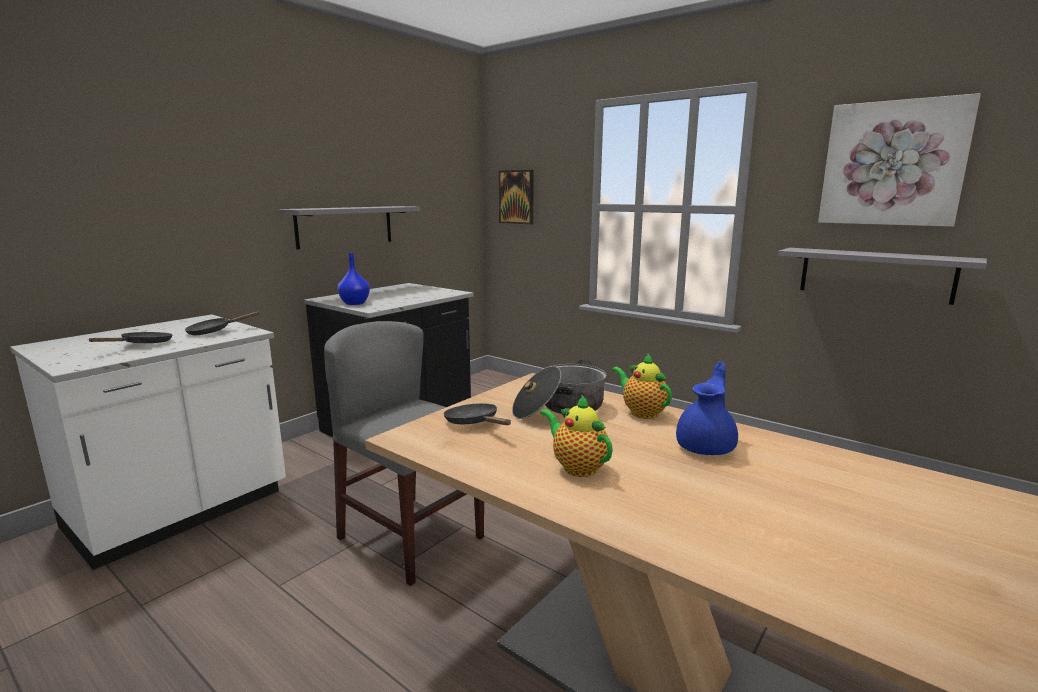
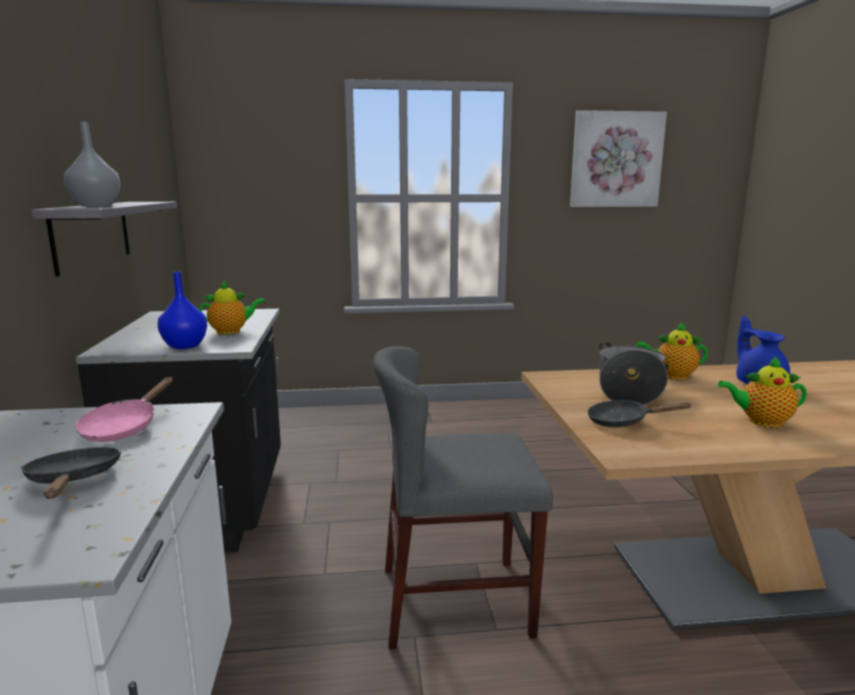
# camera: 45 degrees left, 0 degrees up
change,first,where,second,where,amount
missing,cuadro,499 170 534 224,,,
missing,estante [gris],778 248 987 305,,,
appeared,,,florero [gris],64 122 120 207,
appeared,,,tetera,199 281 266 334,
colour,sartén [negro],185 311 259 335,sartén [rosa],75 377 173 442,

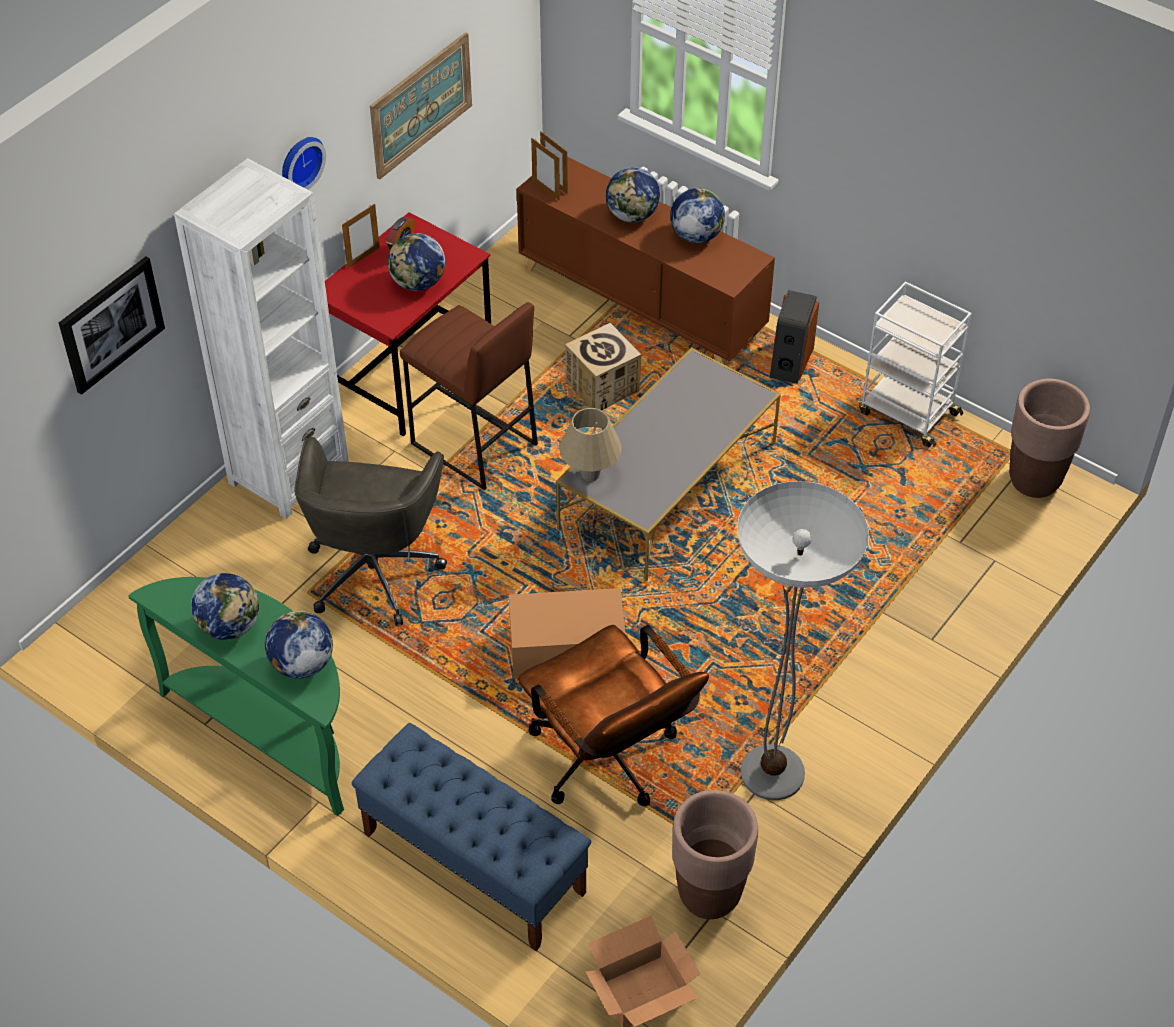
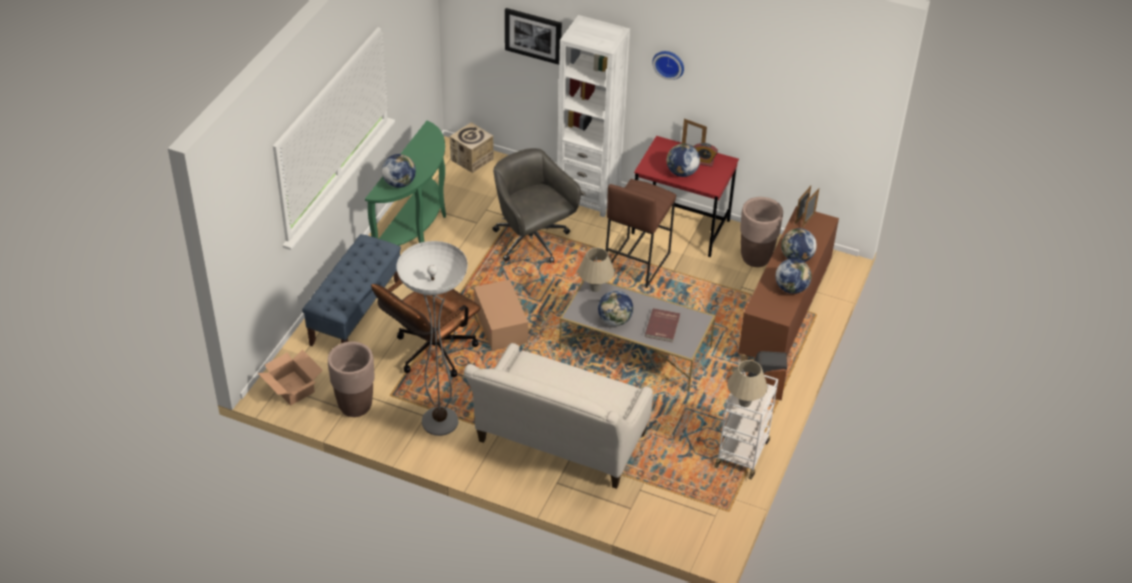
# camera: 75 degrees right, 5 degrees down
change,first,where,second,where,amount
missing,cuadro,370 32 472 179,,,
appeared,,,sofá [beis],464 343 653 489,
appeared,,,libro [rojo],645 308 680 342,
appeared,,,lámpara de mesa [beis],727 360 768 407,
relocated,globo terráqueo,191 573 259 640,,598 290 633 326,
relocated,caja de cartón,565 323 641 410,,450 122 494 173,
relocated,maceta [marrón],1009 379 1090 498,,740 197 783 267,
spun,silla de oficina [gris],294 437 447 626,,492 148 581 263,60 degrees clockwise

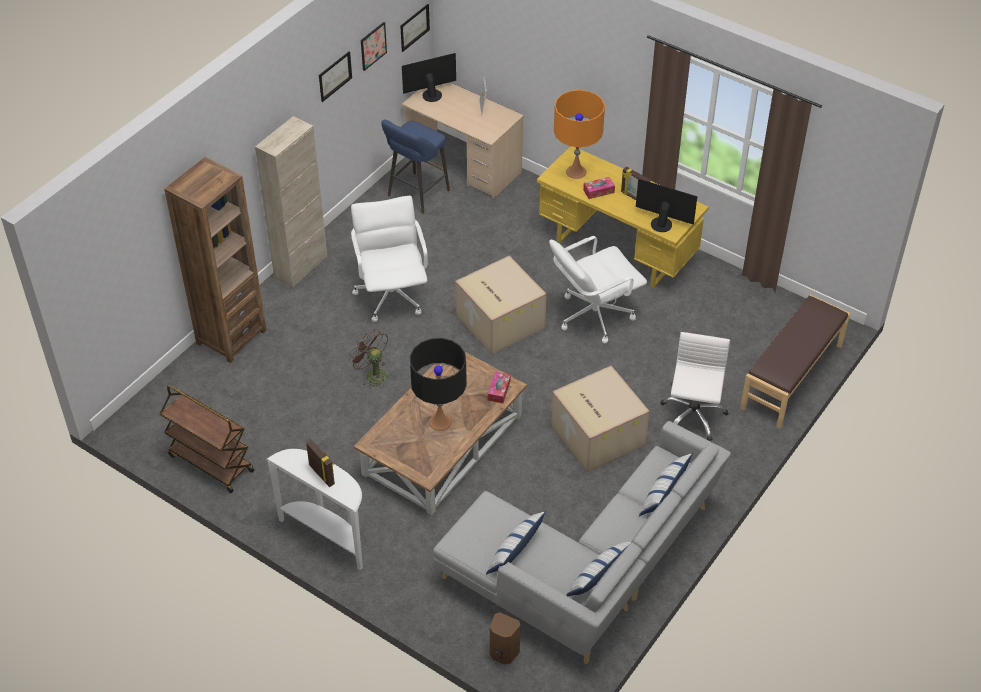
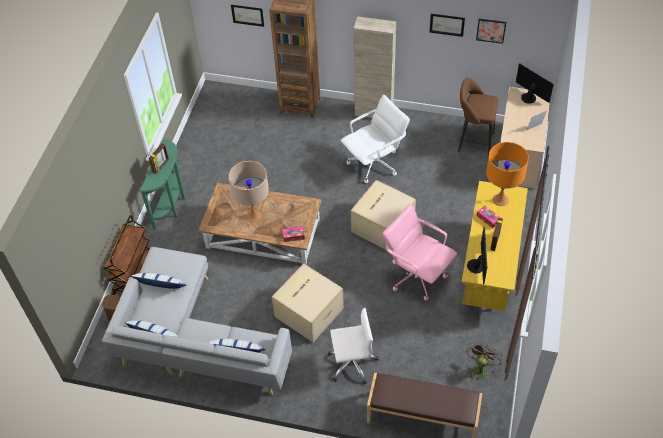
# camera: 70 degrees right, 5 degrees up
change,first,where,second,where,amount
relocated,carrito [marrón],160 385 254 493,,103 215 150 295,
relocated,ventilador [marrón],349 329 388 388,,466 342 502 382,
relocated,cuadro,400 4 430 52,,231 5 264 27,
colour,mesa consola [blanco],266 449 363 571,mesa consola [verde],140 139 185 230,
colour,taburete [azul],381 119 450 214,taburete [marrón],458 78 498 157,
colour,lámpara de mesa [negro],410 338 467 431,lámpara de mesa [beis],229 161 269 222,
colour,silla de oficina [blanco],549 236 647 344,silla de oficina [rosa],383 204 457 301,

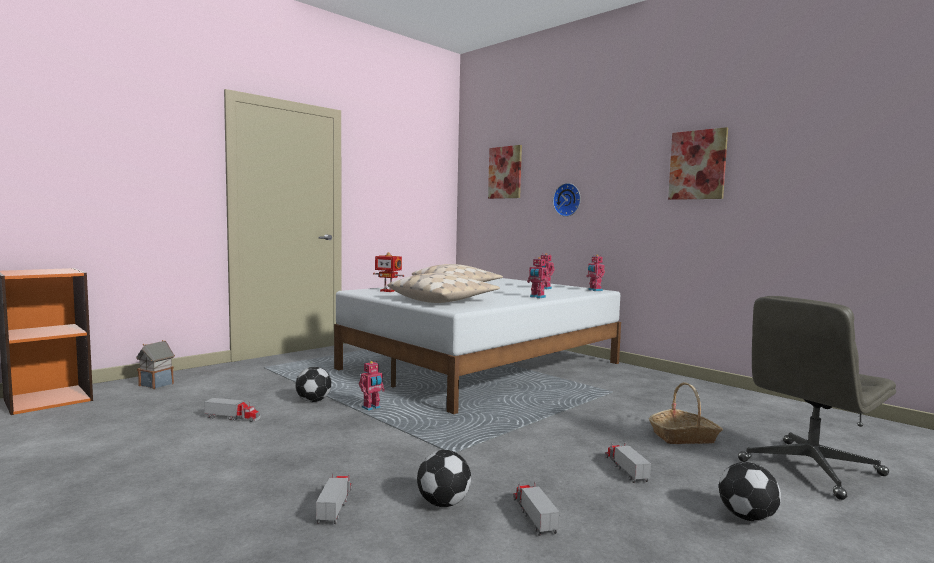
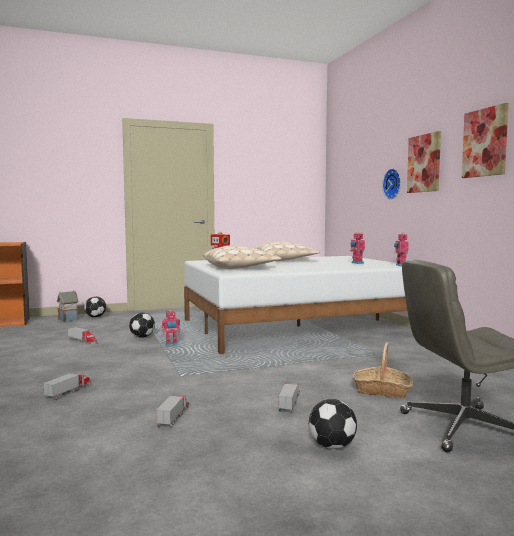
# camera: 25 degrees right, 0 degrees up
change,first,where,second,where,amount
missing,robot de juguete,527 257 549 298,,,
relocated,balón de fútbol,417 450 471 507,,84 297 106 317,
relocated,cuadro,488 145 522 199,,407 131 441 193,

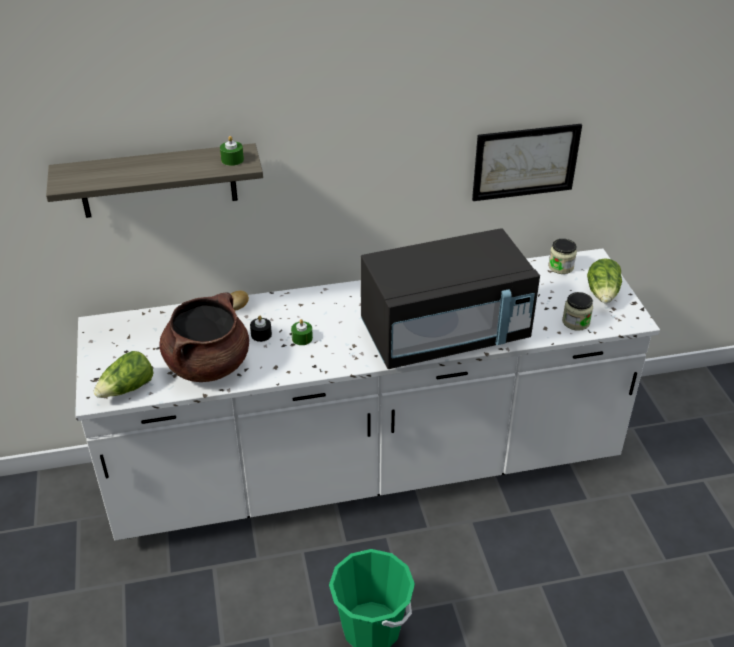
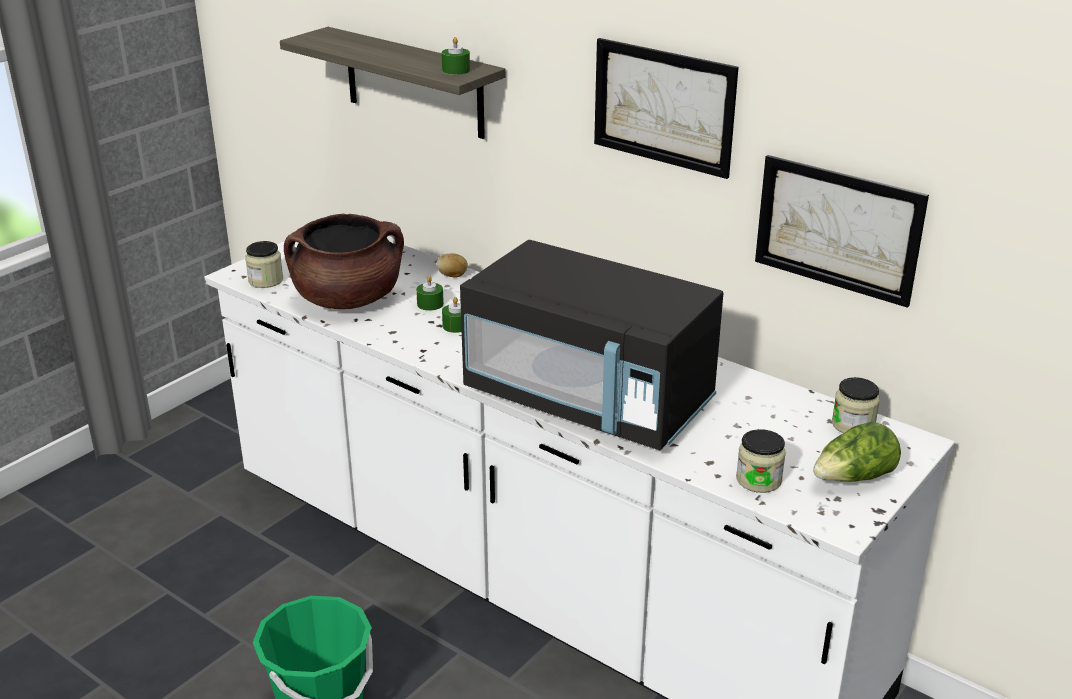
# camera: 50 degrees right, 10 degrees down
change,first,where,second,where,amount
appeared,,,cuadro,594 38 739 179,
exchanged,lechuga,93 351 153 398,tarro,245 241 283 288,
colour,vela [negro],250 316 272 342,vela [verde],416 276 444 311,

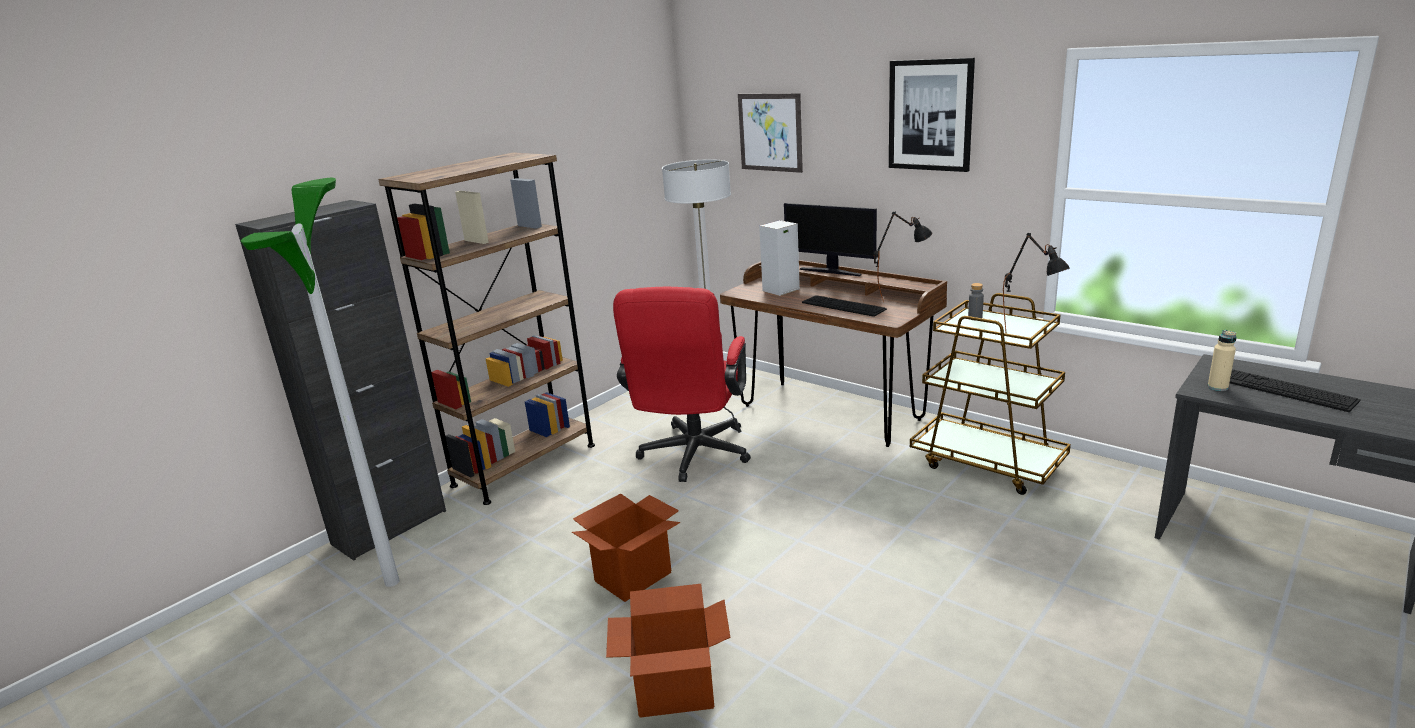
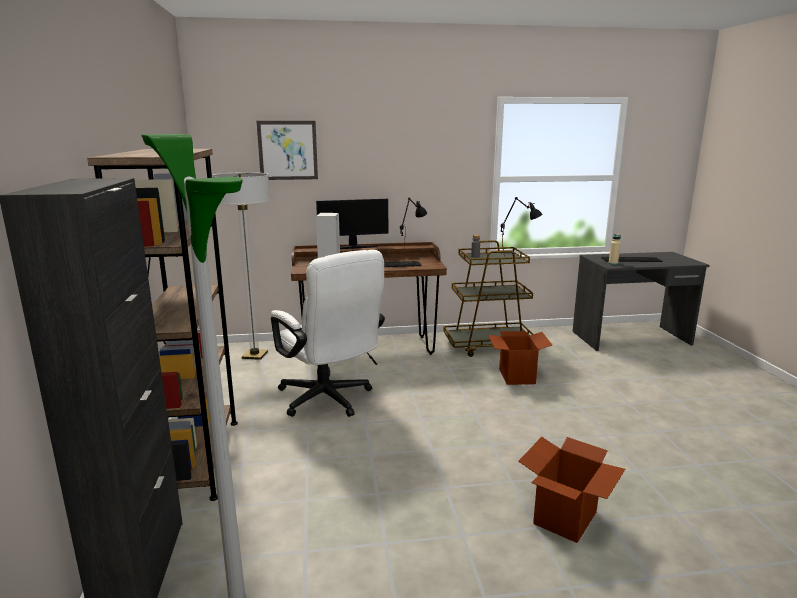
# camera: 50 degrees left, 5 degrees down
change,first,where,second,where,amount
missing,cuadro,889 58 975 172,,,
relocated,caja de cartón,572 493 680 602,,488 331 552 385,
colour,silla de oficina [rojo],613 287 751 482,silla de oficina [blanco],271 250 385 417,

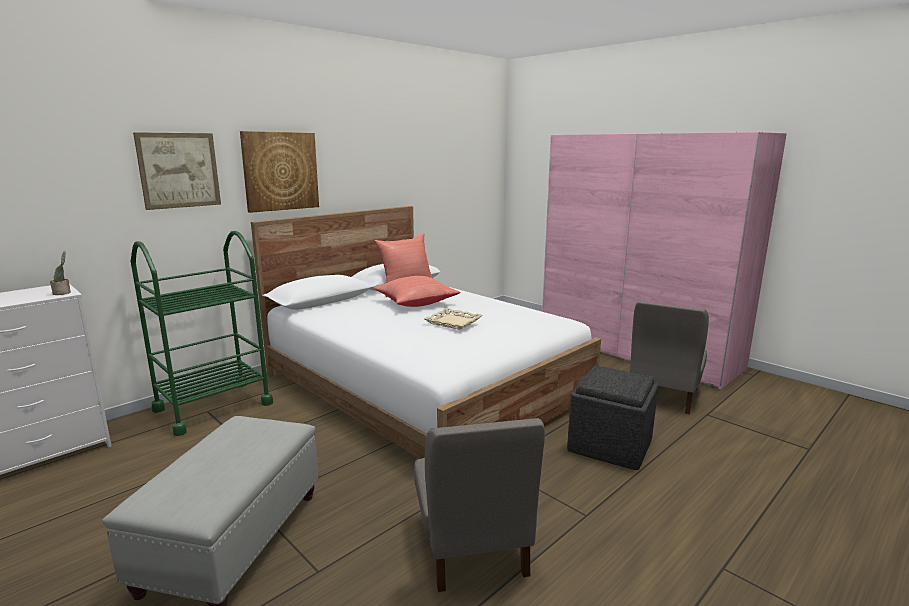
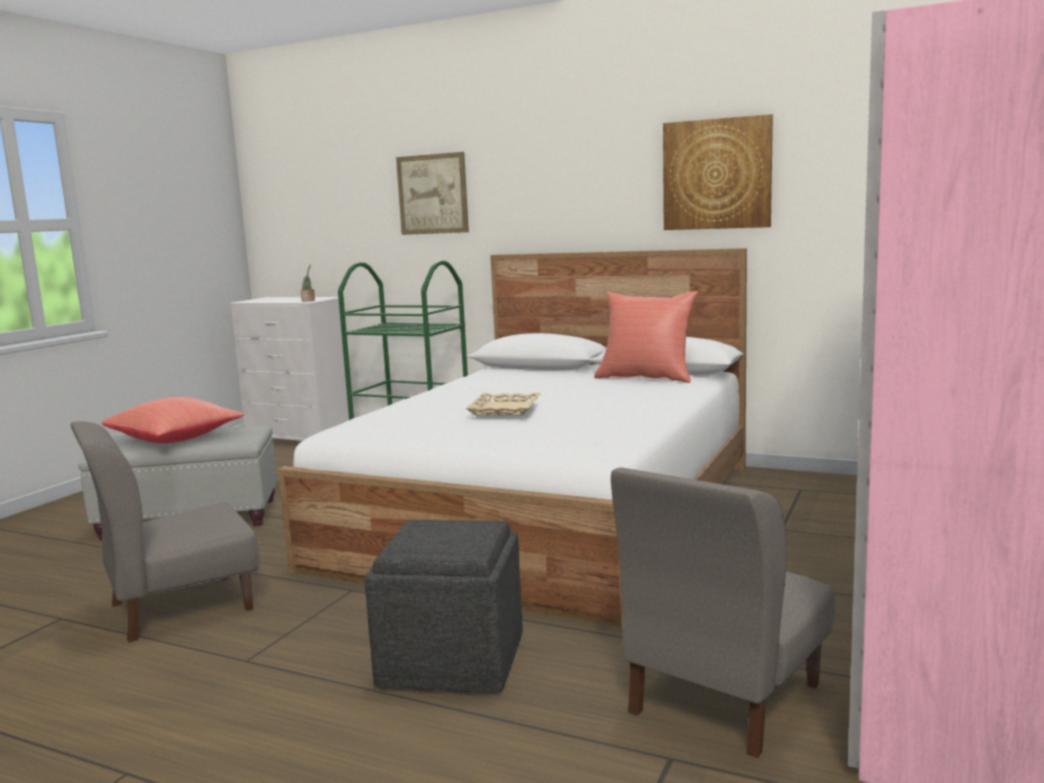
# camera: 70 degrees right, 5 degrees down
change,first,where,second,where,amount
relocated,cuadro,240 131 319 213,,663 114 773 230,
relocated,cojín [rojo],373 276 460 307,,102 397 244 443,
spun,silla [gris],630 301 709 414,,611 467 835 758,60 degrees counterclockwise

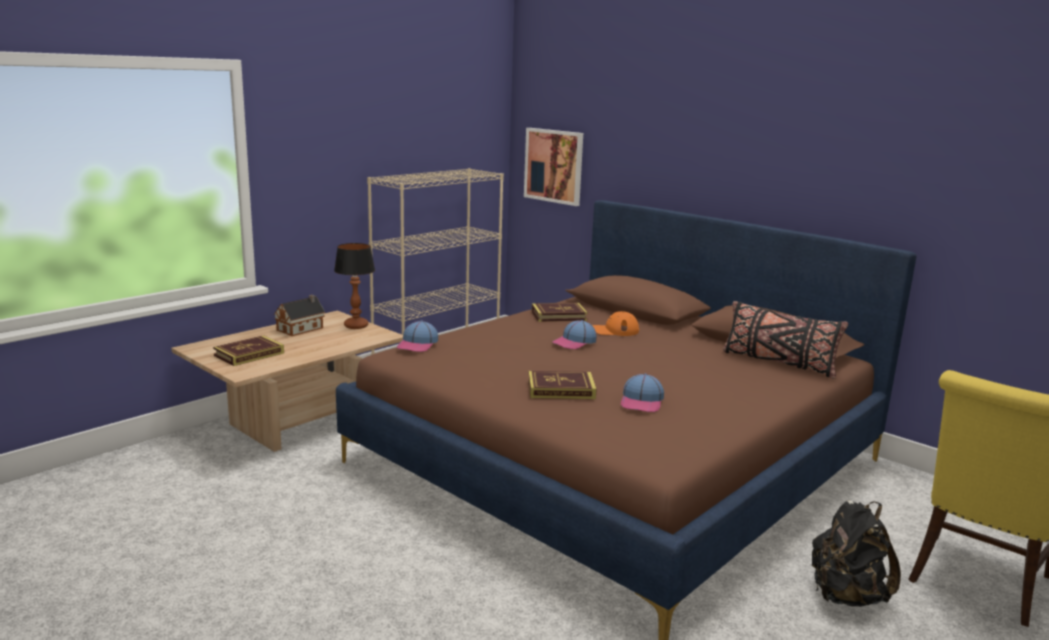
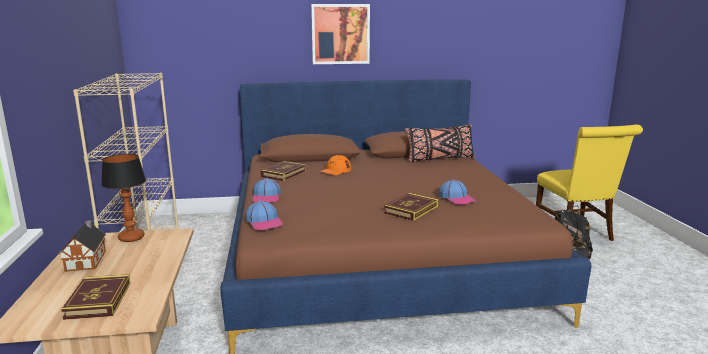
# camera: 50 degrees left, 0 degrees up
change,first,where,second,where,amount
relocated,cuadro,524 128 583 206,,311 4 370 64,
relocated,gorra,552 320 597 349,,252 178 281 202,

